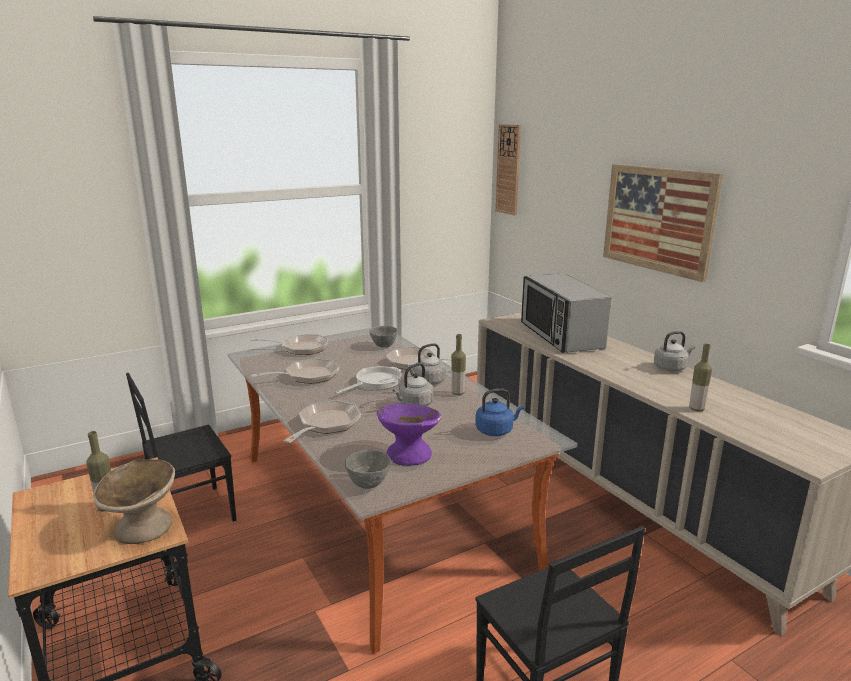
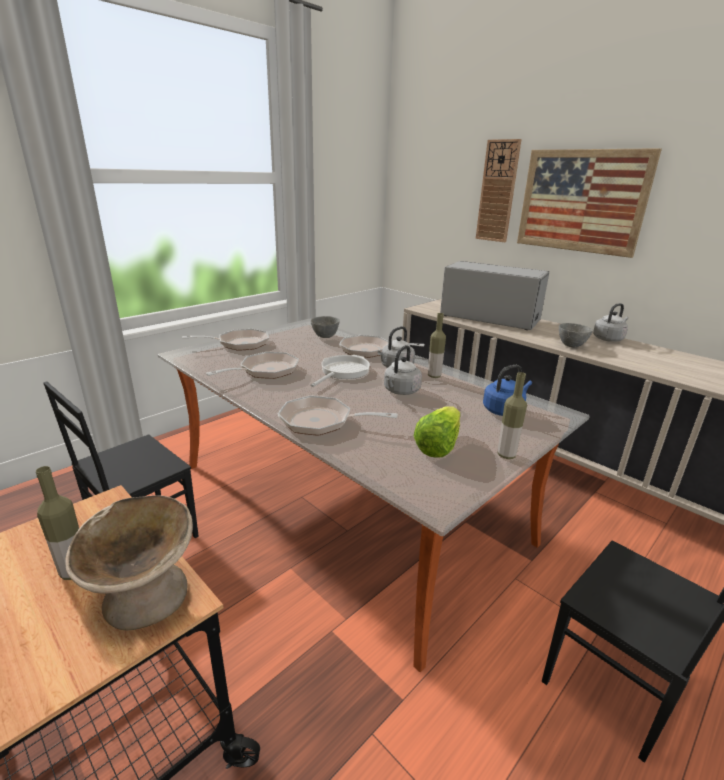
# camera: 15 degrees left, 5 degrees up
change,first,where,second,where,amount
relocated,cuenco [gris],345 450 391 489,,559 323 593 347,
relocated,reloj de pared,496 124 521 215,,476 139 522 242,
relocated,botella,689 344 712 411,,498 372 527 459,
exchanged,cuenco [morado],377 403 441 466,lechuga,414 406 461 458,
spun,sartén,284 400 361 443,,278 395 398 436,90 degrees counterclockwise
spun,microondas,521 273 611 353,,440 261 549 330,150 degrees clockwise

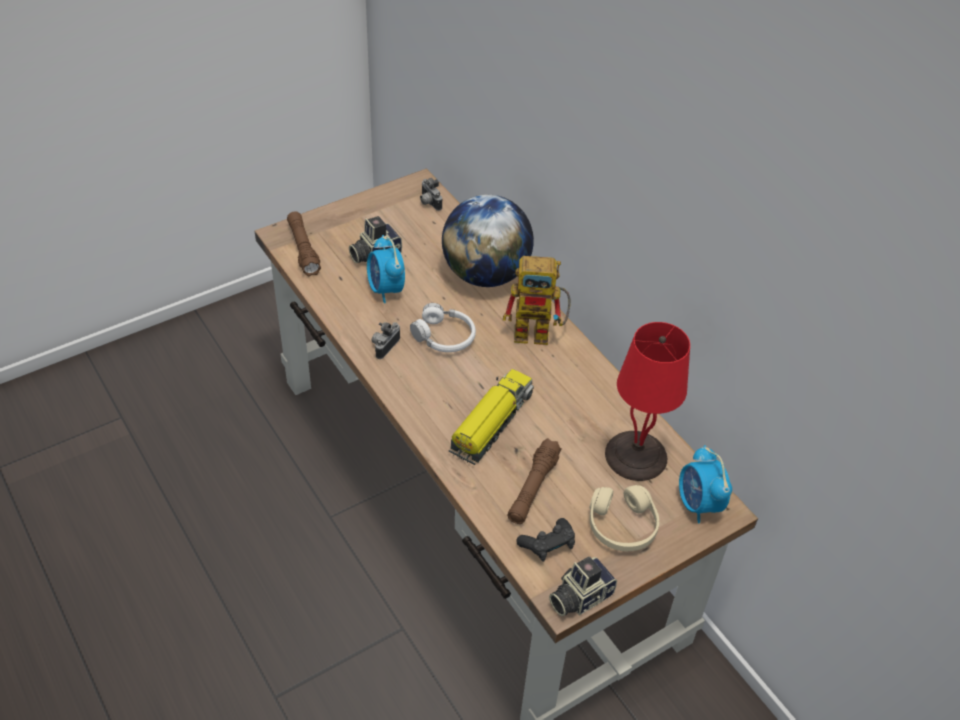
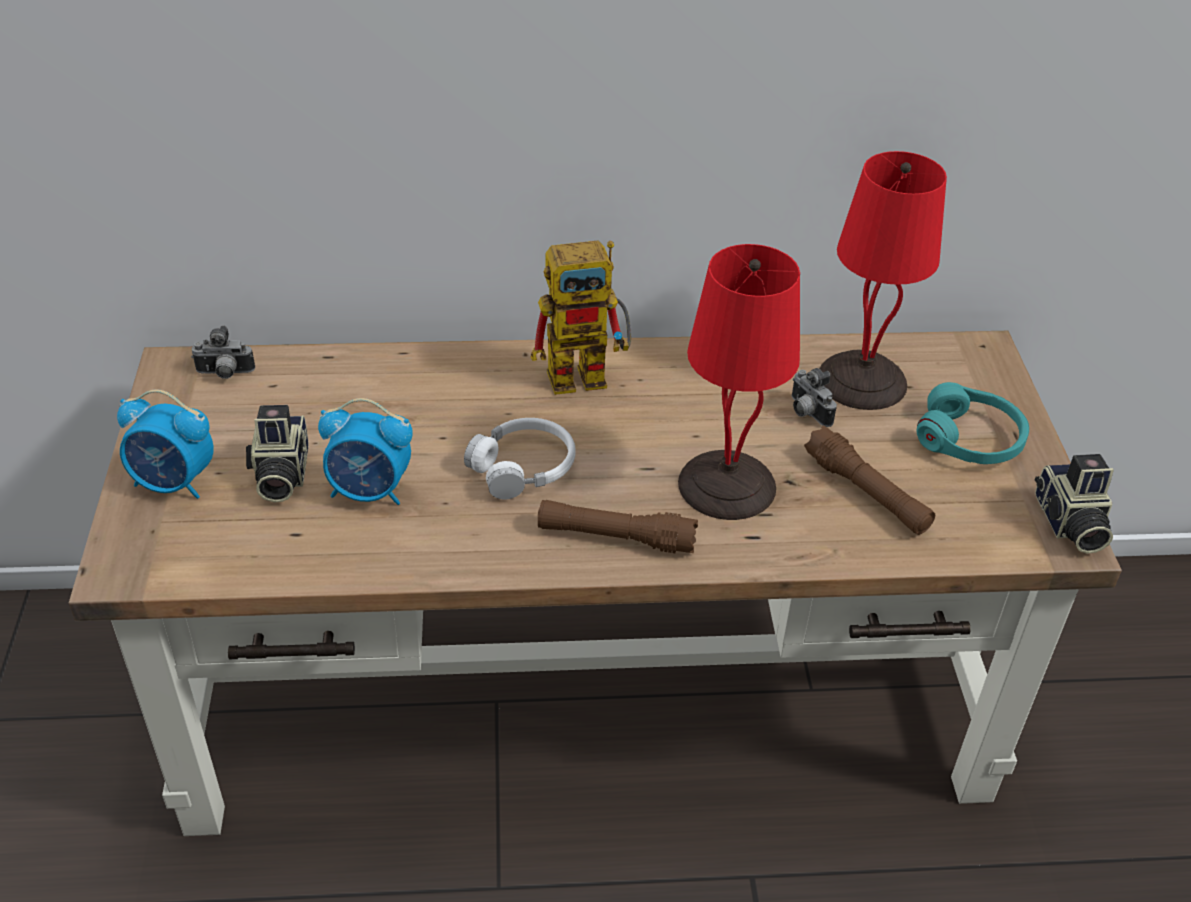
# camera: 60 degrees left, 5 degrees down
change,first,where,second,where,amount
missing,globo terráqueo,442 194 534 287,,,
missing,mando de consola [negro],516 518 575 562,,,
relocated,linterna [marrón],287 211 321 276,,538 500 698 553,
relocated,cámara,372 322 400 359,,792 368 837 427,
relocated,despertador,679 445 732 523,,117 389 214 499,
exchanged,camión de juguete,449 369 534 465,lámpara de mesa [rojo],678 244 800 520,
colour,auriculares [beis],589 485 659 551,auriculares [turquesa],917 382 1029 464,
spun,robot de juguete,503 256 571 345,,531 240 631 395,45 degrees clockwise

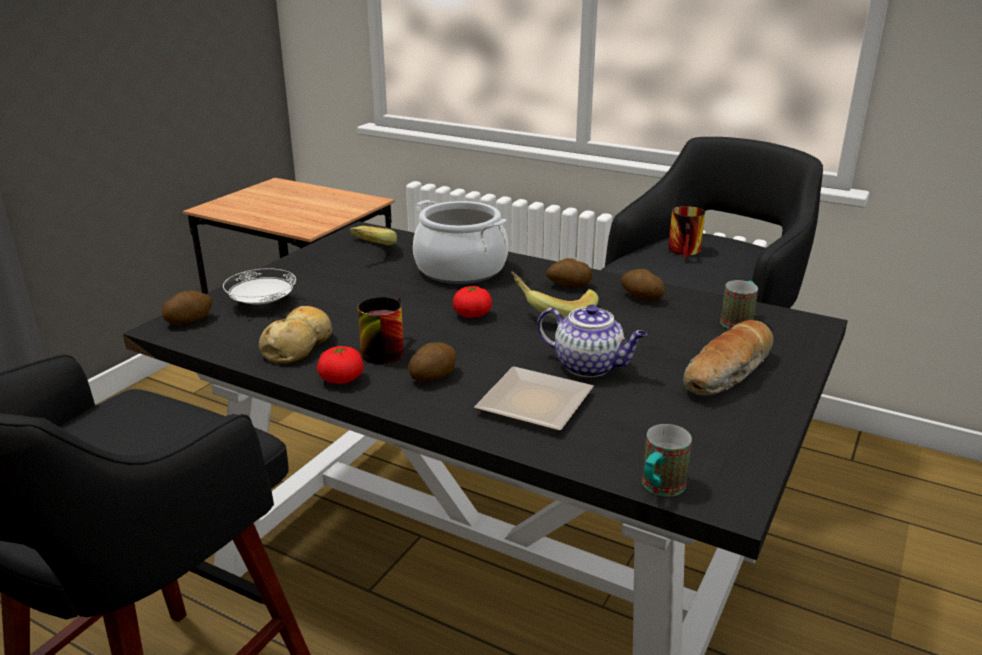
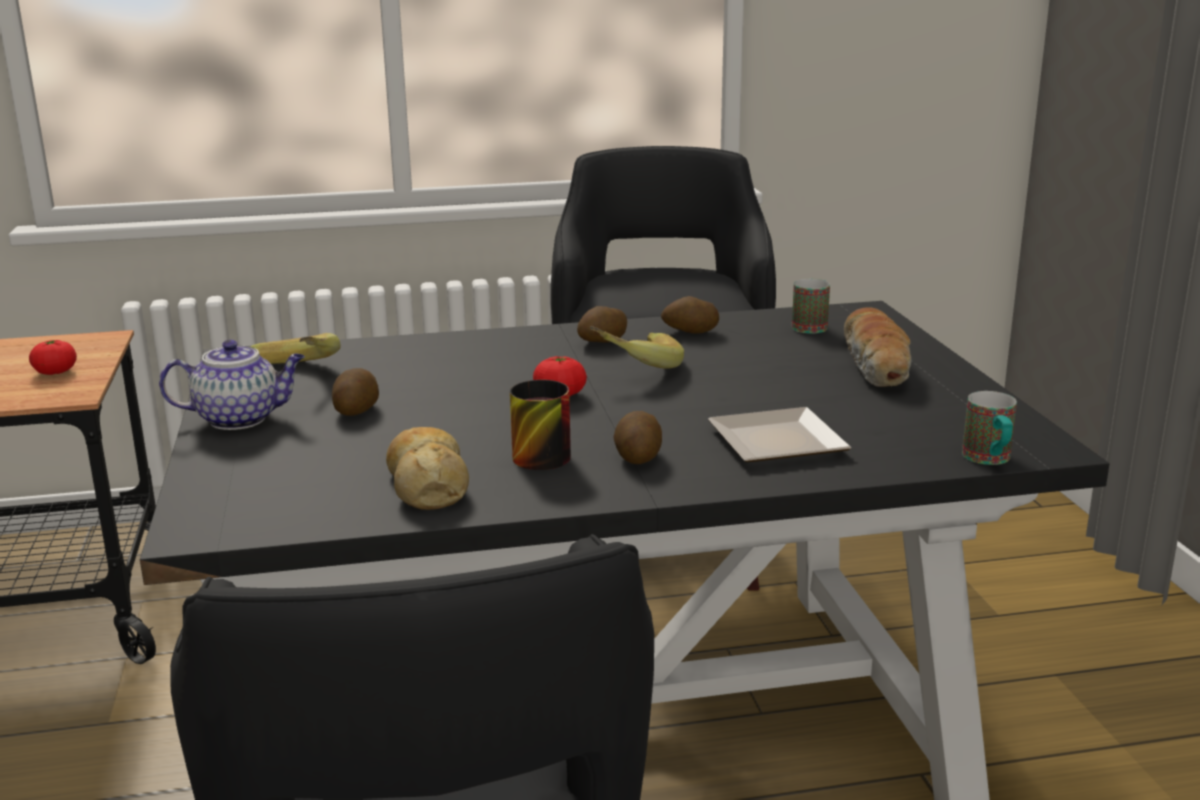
# camera: 40 degrees left, 5 degrees down
change,first,where,second,where,amount
missing,plato [blanco],223 268 296 305,,,
missing,olla,413 200 508 284,,,
missing,taza grande,668 206 705 258,,,
relocated,patata,162 291 213 325,,332 368 379 416,
relocated,tomate,317 346 364 384,,29 340 77 375,
relocated,tetera,537 305 647 377,,159 340 305 430,

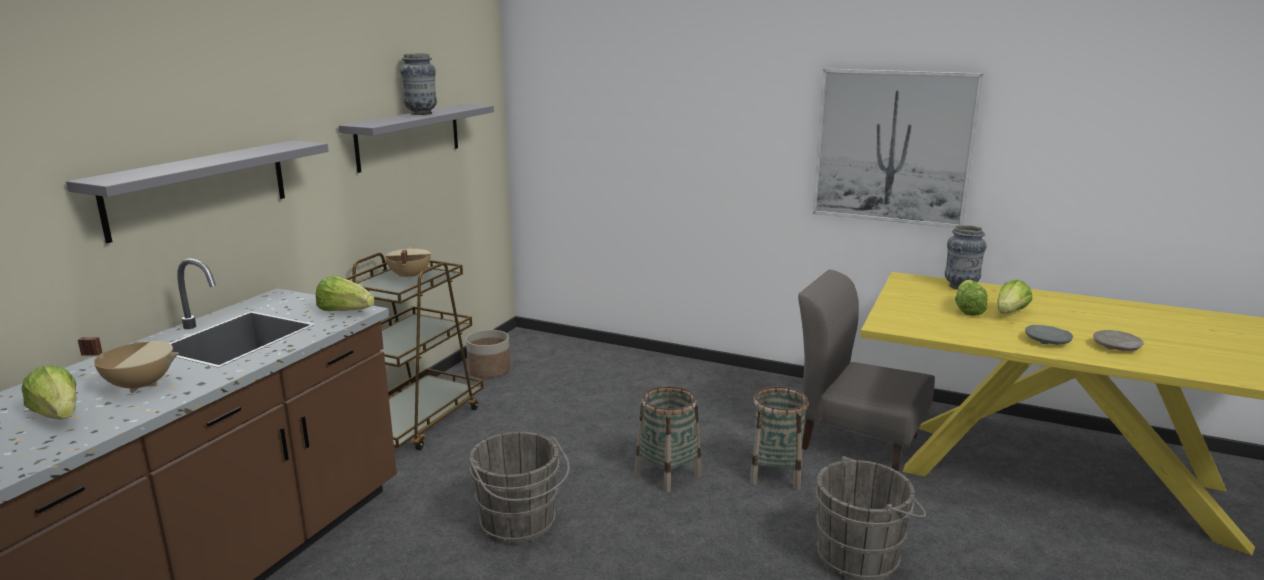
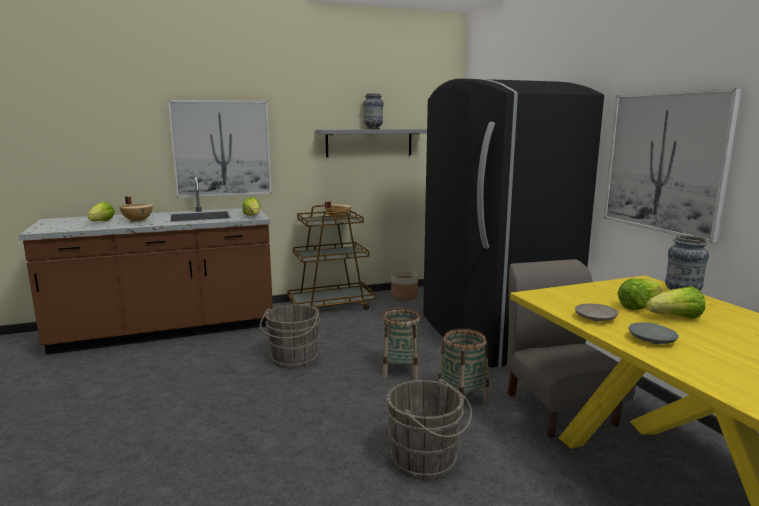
# camera: 45 degrees right, 5 degrees down
change,first,where,second,where,amount
appeared,,,nevera [negro],423 78 604 368,
relocated,plato [beis],1093 330 1144 351,,575 304 618 322,
exchanged,estante [gris],66 141 328 243,cuadro,168 100 272 198,

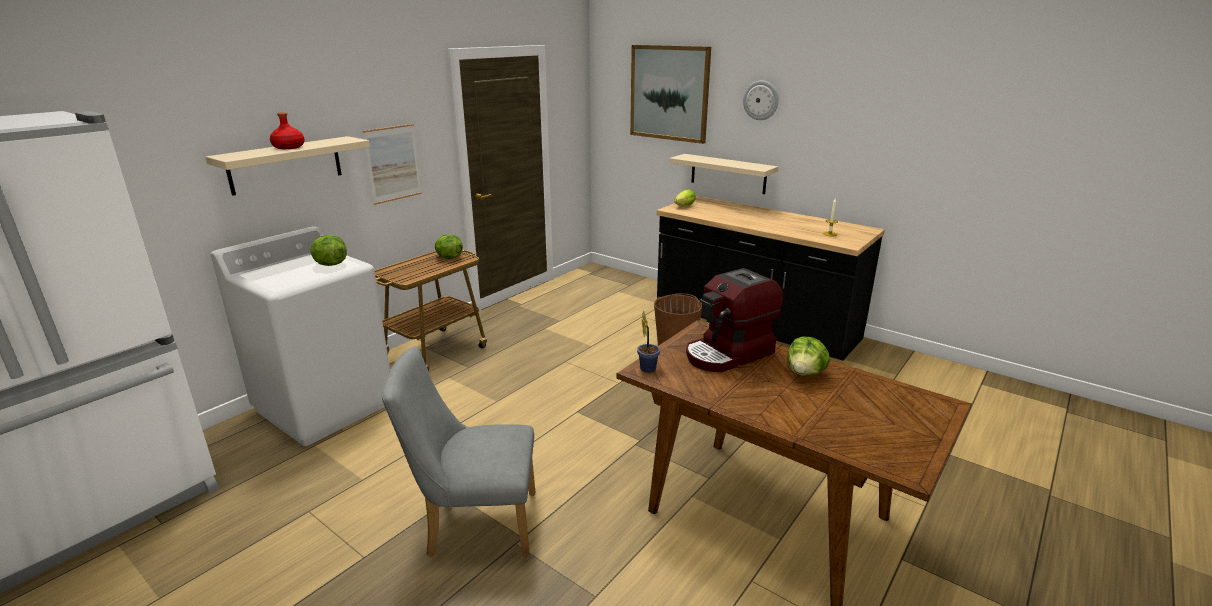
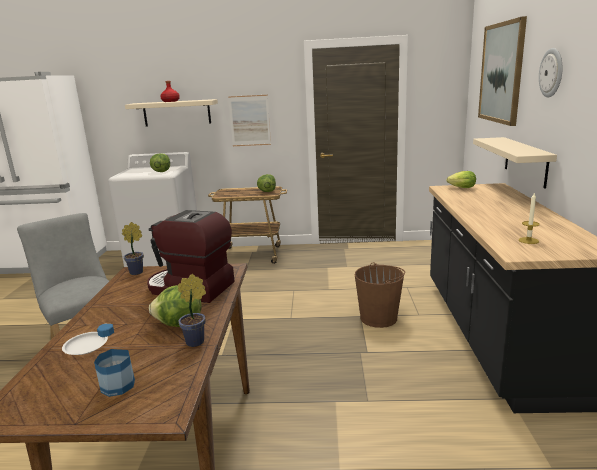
# camera: 55 degrees right, 5 degrees down
change,first,where,second,where,amount
appeared,,,plato [blanco],62 332 108 355,
appeared,,,botella,94 324 135 397,
appeared,,,planta en maceta,177 274 206 347,

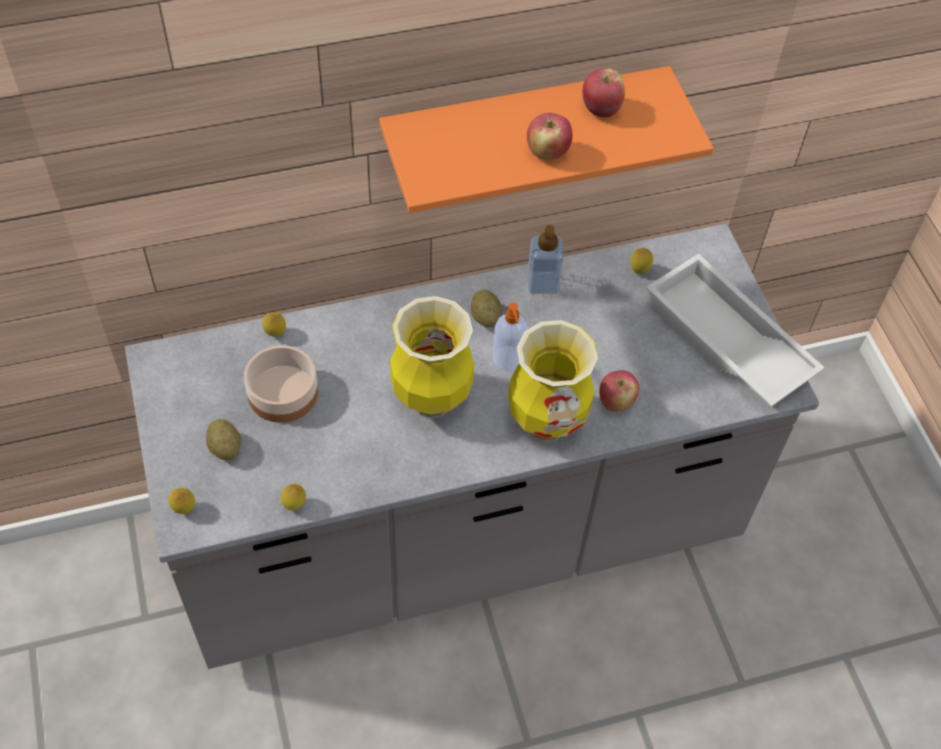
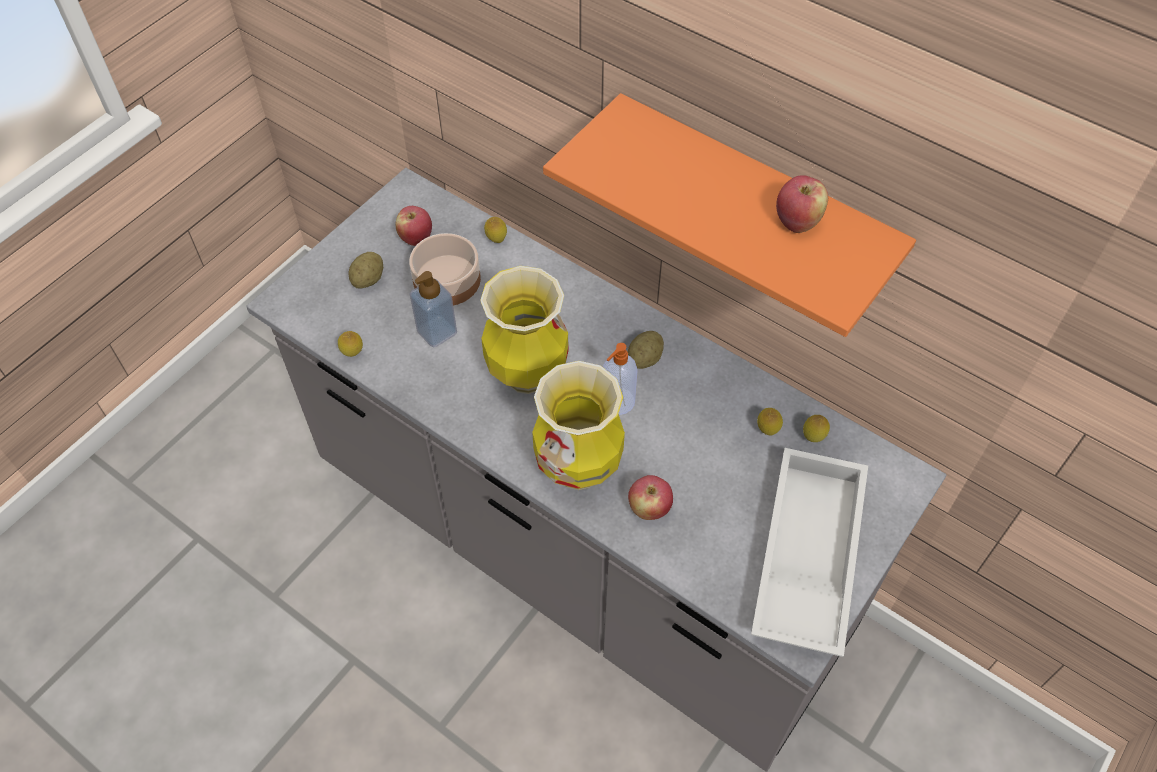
# camera: 55 degrees right, 0 degrees up
change,first,where,second,where,amount
relocated,limón,169 488 195 514,,757 408 783 436,
relocated,manzana,527 113 572 160,,395 206 432 246,
relocated,dispensador de jabón,527 225 564 294,,410 271 457 347,

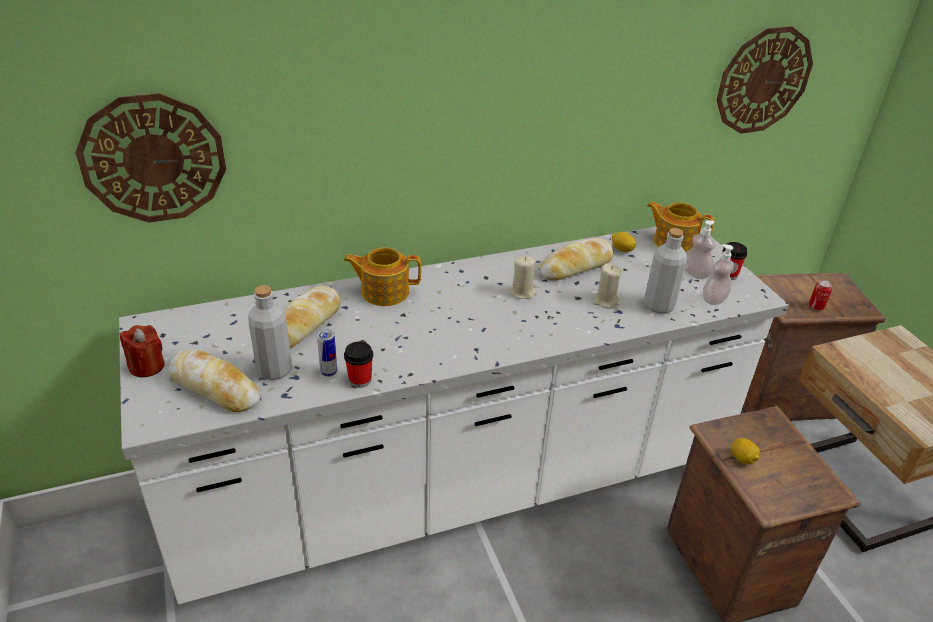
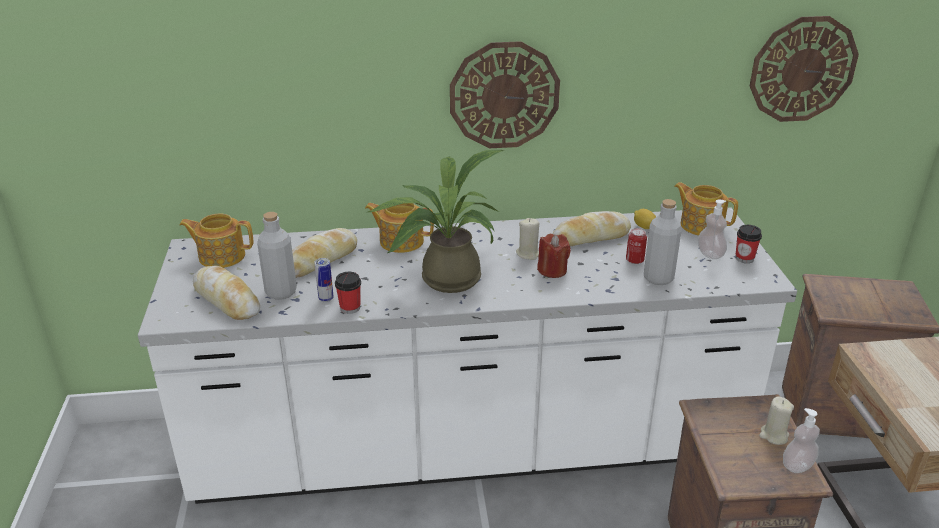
# camera: 15 degrees right, 5 degrees down
change,first,where,second,where,amount
missing,limón,732 438 760 464,,,
appeared,,,tetera,179 213 253 268,
appeared,,,planta en maceta,368 150 505 293,
relocated,reloj de pared,75 93 226 222,,450 41 560 148,
relocated,vela [rojo],120 325 165 377,,537 234 571 278,
relocated,vela [beis],593 263 622 308,,759 396 794 445,
relocated,dispensador de jabón,703 244 734 305,,783 408 820 473,
relocated,lata,809 280 832 310,,626 228 647 264,

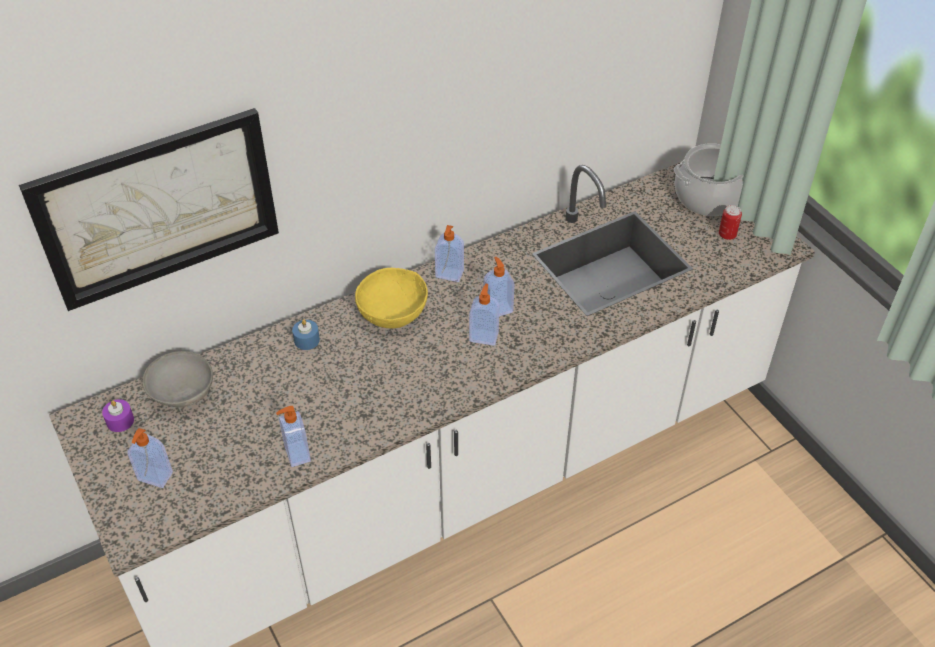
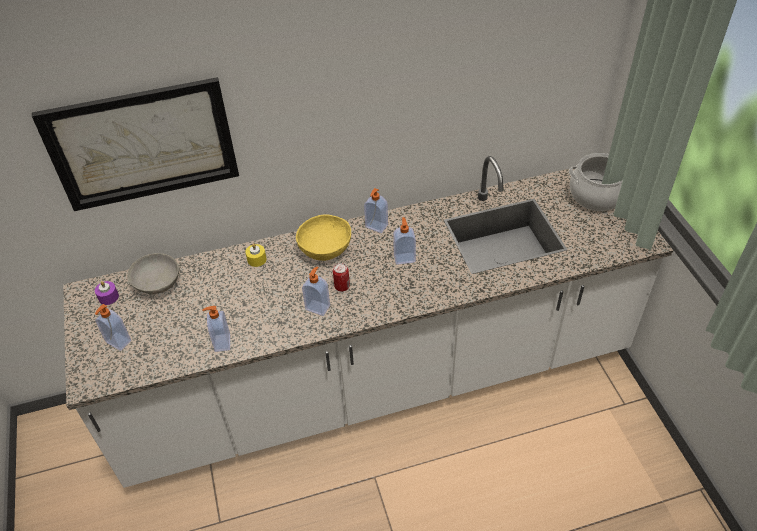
# camera: 15 degrees right, 0 degrees up
change,first,where,second,where,amount
relocated,dispensador de jabón,469 284 499 345,,302 267 330 316,
relocated,lata,719 205 742 240,,333 263 350 291,
colour,vela [azul],292 319 320 350,vela [amarillo],245 244 266 267,

